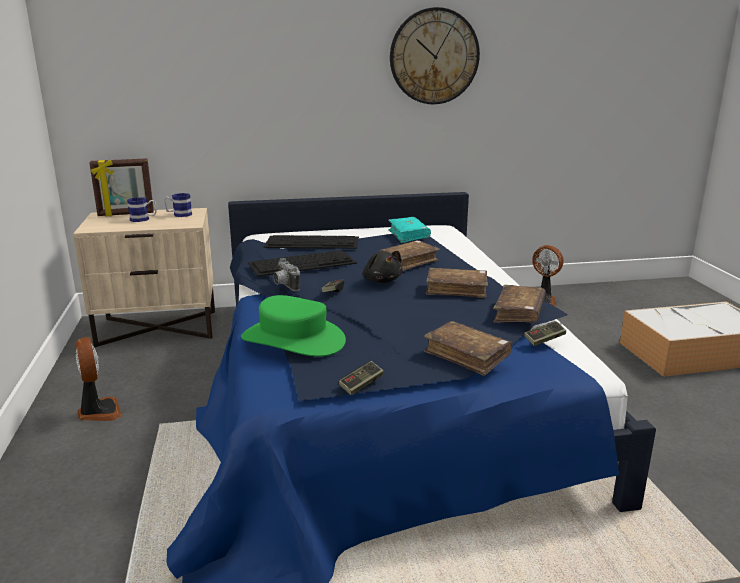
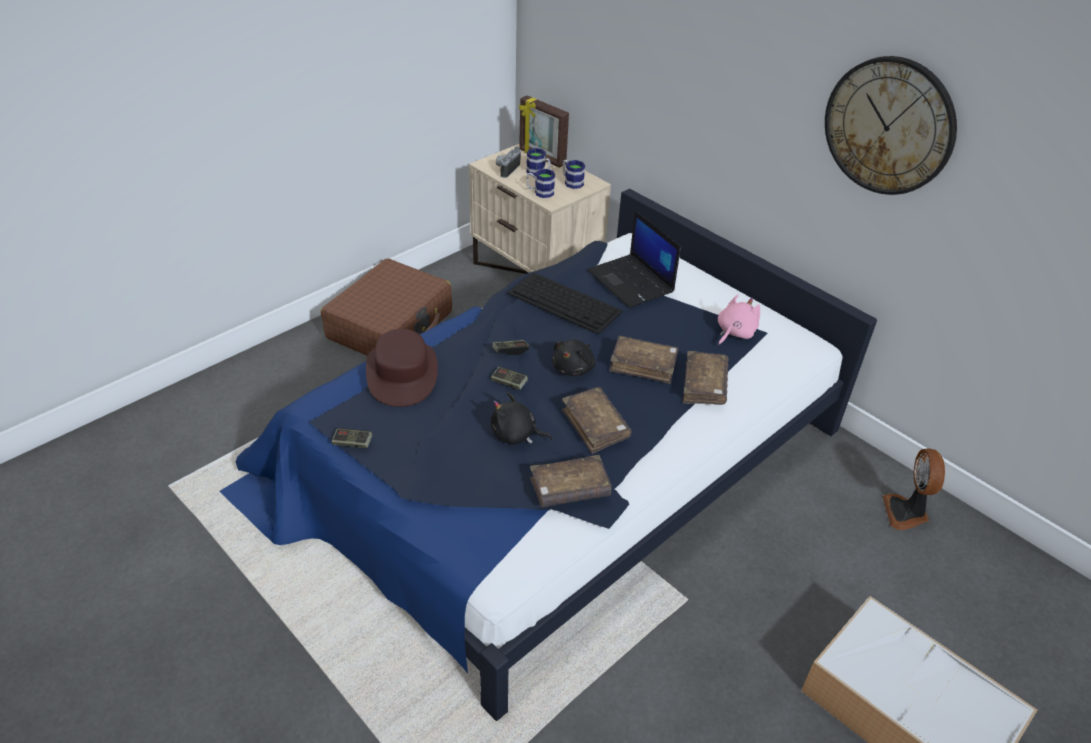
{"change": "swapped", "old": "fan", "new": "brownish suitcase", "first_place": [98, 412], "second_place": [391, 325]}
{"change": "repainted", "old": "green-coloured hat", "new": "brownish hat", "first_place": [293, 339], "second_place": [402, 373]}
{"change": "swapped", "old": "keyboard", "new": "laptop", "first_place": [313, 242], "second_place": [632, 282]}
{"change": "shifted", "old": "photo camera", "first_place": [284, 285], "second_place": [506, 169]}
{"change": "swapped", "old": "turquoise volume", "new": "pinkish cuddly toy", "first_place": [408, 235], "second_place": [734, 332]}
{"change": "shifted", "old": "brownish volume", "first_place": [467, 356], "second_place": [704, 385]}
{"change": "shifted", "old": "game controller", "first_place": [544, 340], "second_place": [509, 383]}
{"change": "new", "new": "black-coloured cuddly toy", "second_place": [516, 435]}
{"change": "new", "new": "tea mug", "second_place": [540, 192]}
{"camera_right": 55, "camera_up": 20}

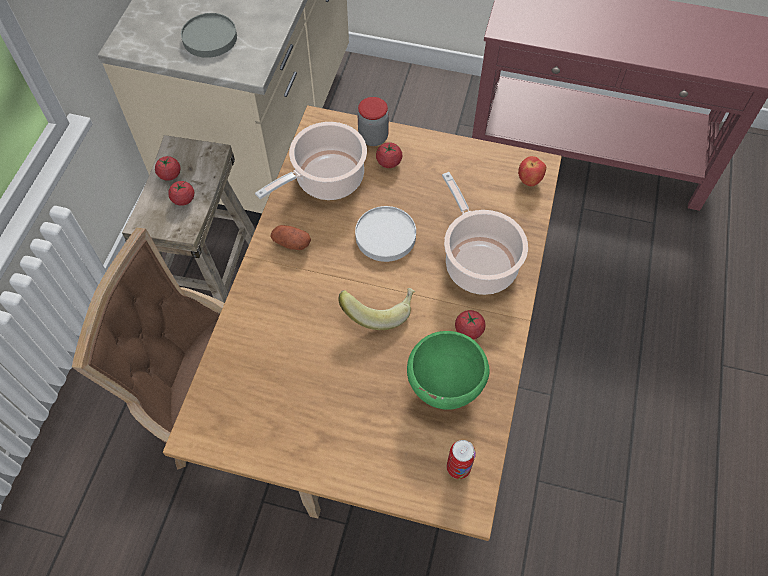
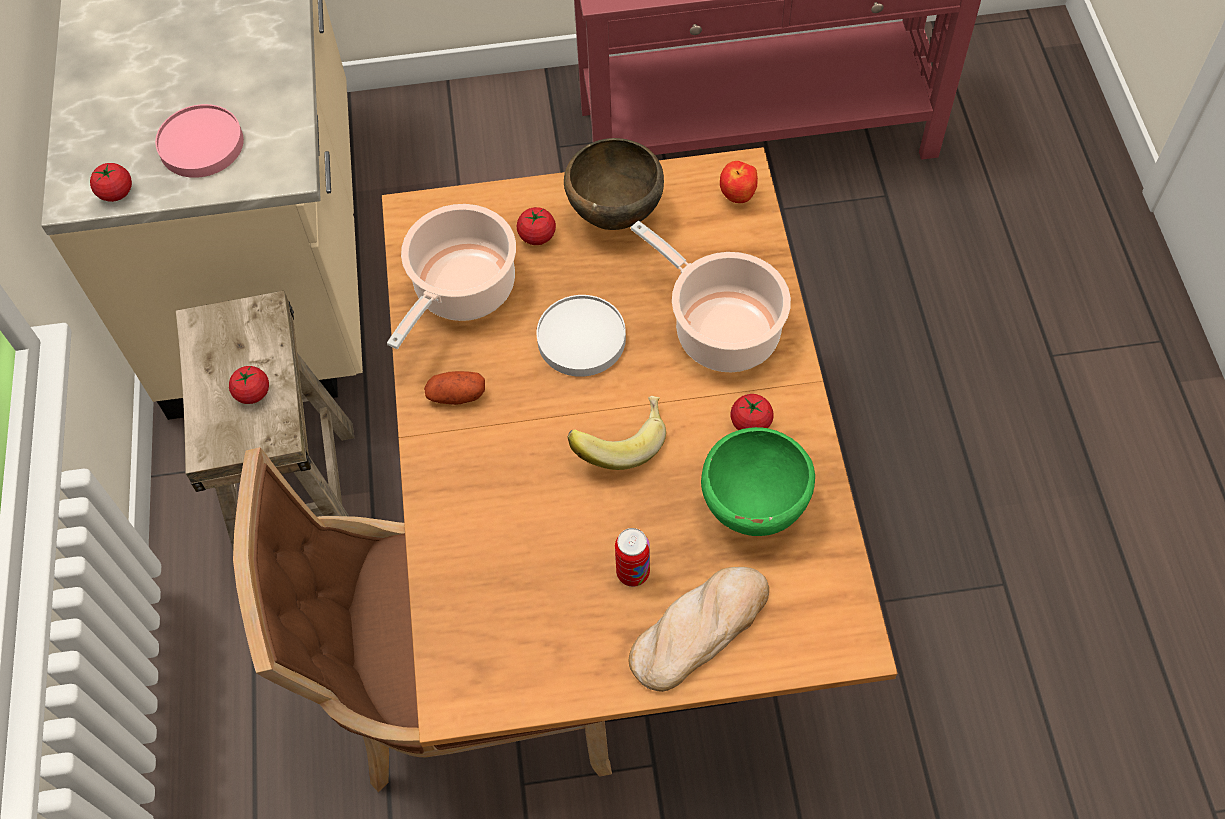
{"change": "shifted", "old": "fresh tomato", "first_place": [170, 175], "second_place": [116, 192]}
{"change": "repainted", "old": "grey dinner plate", "new": "pinkish dinner plate", "first_place": [210, 38], "second_place": [201, 144]}
{"change": "gone", "old": "preserve jar", "first_place": [373, 137]}
{"change": "shifted", "old": "metal can", "first_place": [458, 468], "second_place": [633, 573]}
{"change": "new", "new": "brownish bowl", "second_place": [614, 215]}
{"change": "new", "new": "bread", "second_place": [700, 628]}
{"camera_right": -20, "camera_up": 0}

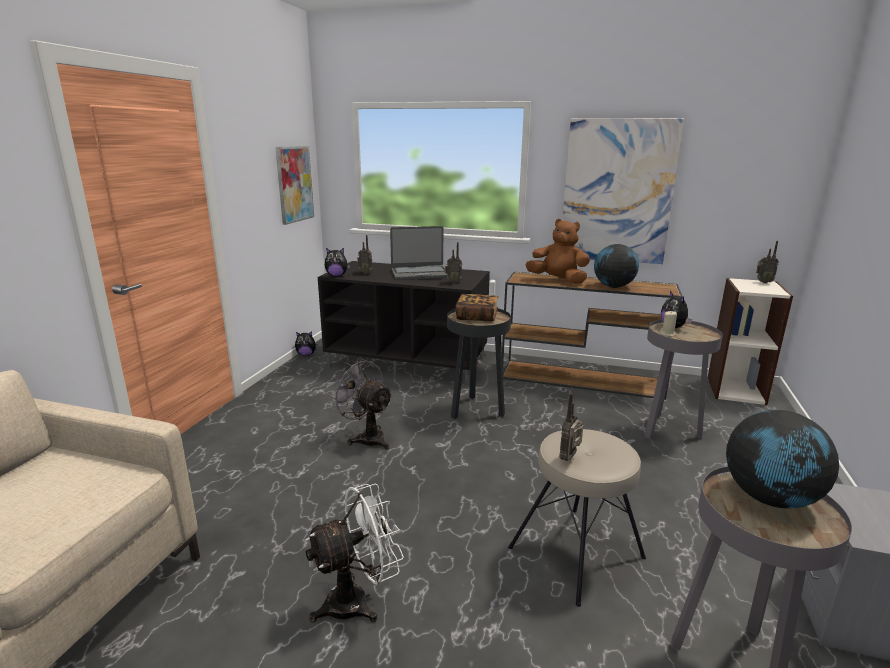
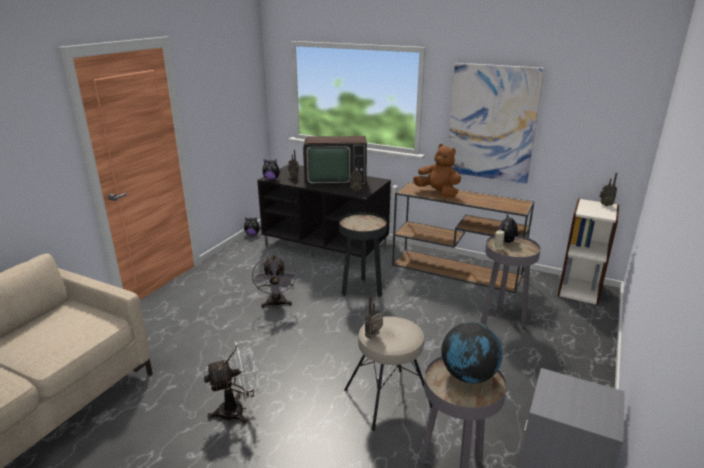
{"change": "gone", "old": "wall picture", "first_place": [294, 184]}
{"change": "rotated", "old": "grey fan", "first_place": [366, 437], "second_place": [276, 304], "degrees": -150}
{"change": "swapped", "old": "laptop", "new": "TV set", "first_place": [420, 274], "second_place": [334, 180]}
{"change": "gone", "old": "volume", "first_place": [477, 317]}
{"change": "gone", "old": "desk globe", "first_place": [613, 286]}
{"camera_right": 10, "camera_up": 5}

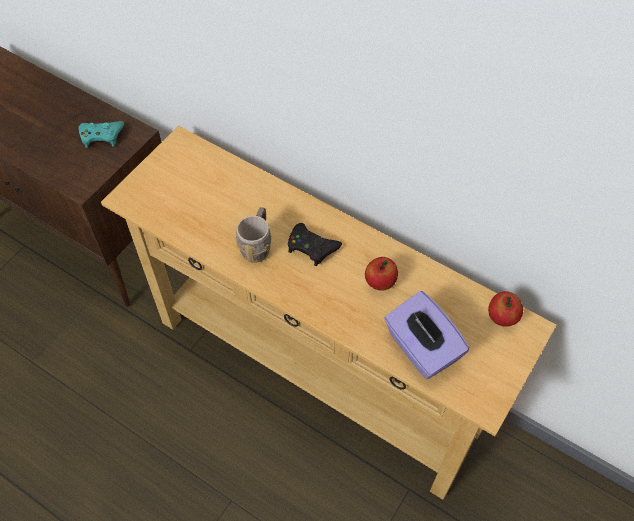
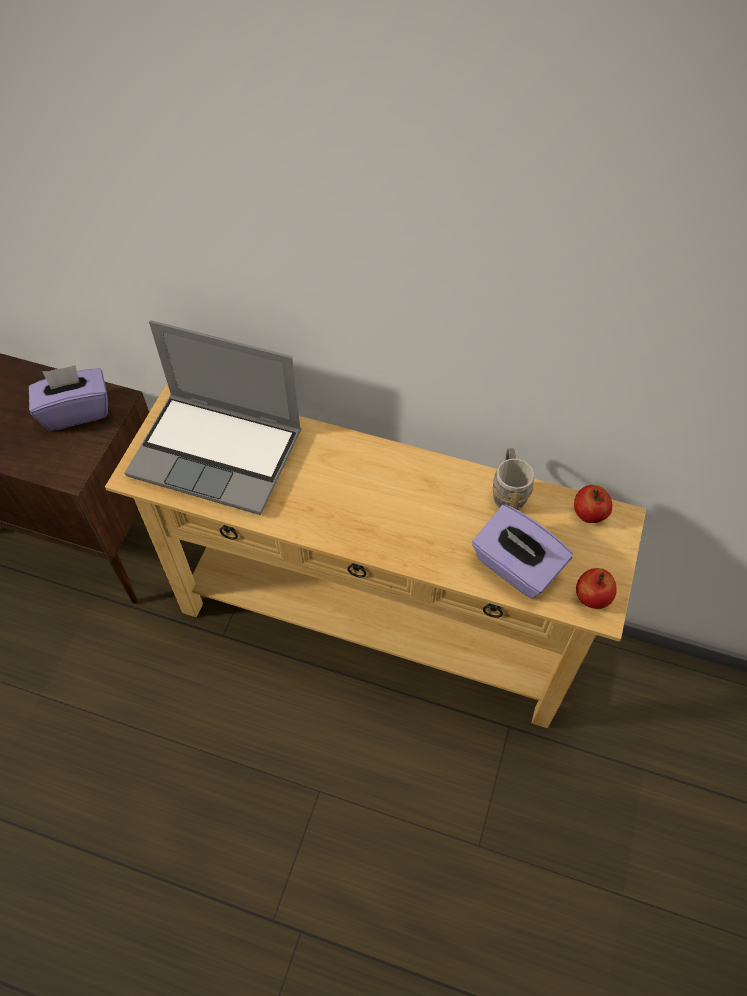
{"change": "swapped", "old": "turquoise game controller", "new": "purple box of tissues", "first_place": [101, 136], "second_place": [76, 411]}
{"change": "shifted", "old": "grey tea mug", "first_place": [257, 245], "second_place": [508, 492]}
{"change": "gone", "old": "black-coloured game controller", "first_place": [311, 247]}
{"change": "shifted", "old": "whole apple", "first_place": [380, 282], "second_place": [592, 598]}
{"change": "new", "new": "laptop", "second_place": [219, 453]}
{"camera_right": -15, "camera_up": 0}

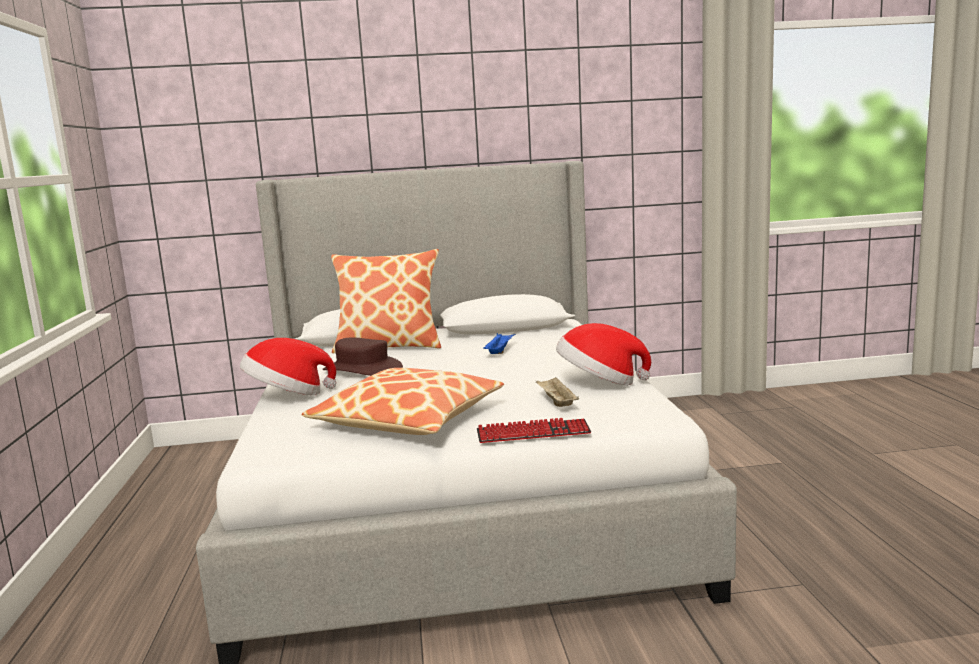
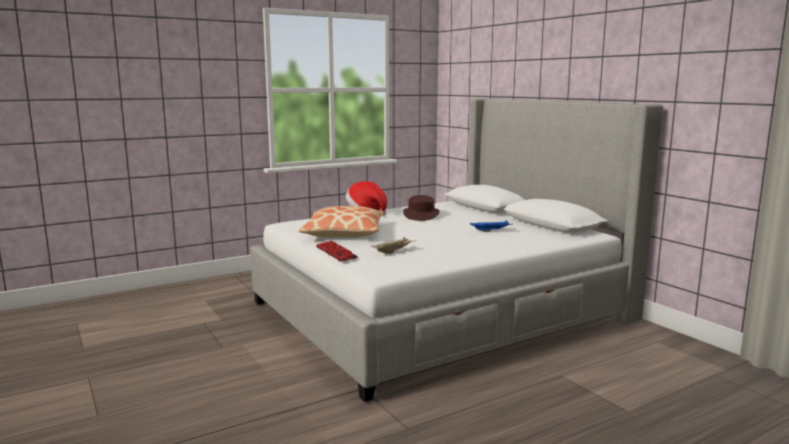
{"change": "gone", "old": "pillow", "first_place": [389, 346]}
{"change": "gone", "old": "hat", "first_place": [600, 383]}
{"camera_right": 65, "camera_up": 0}

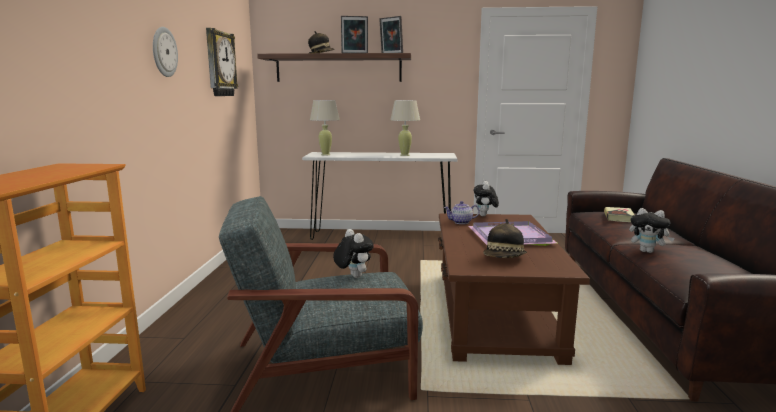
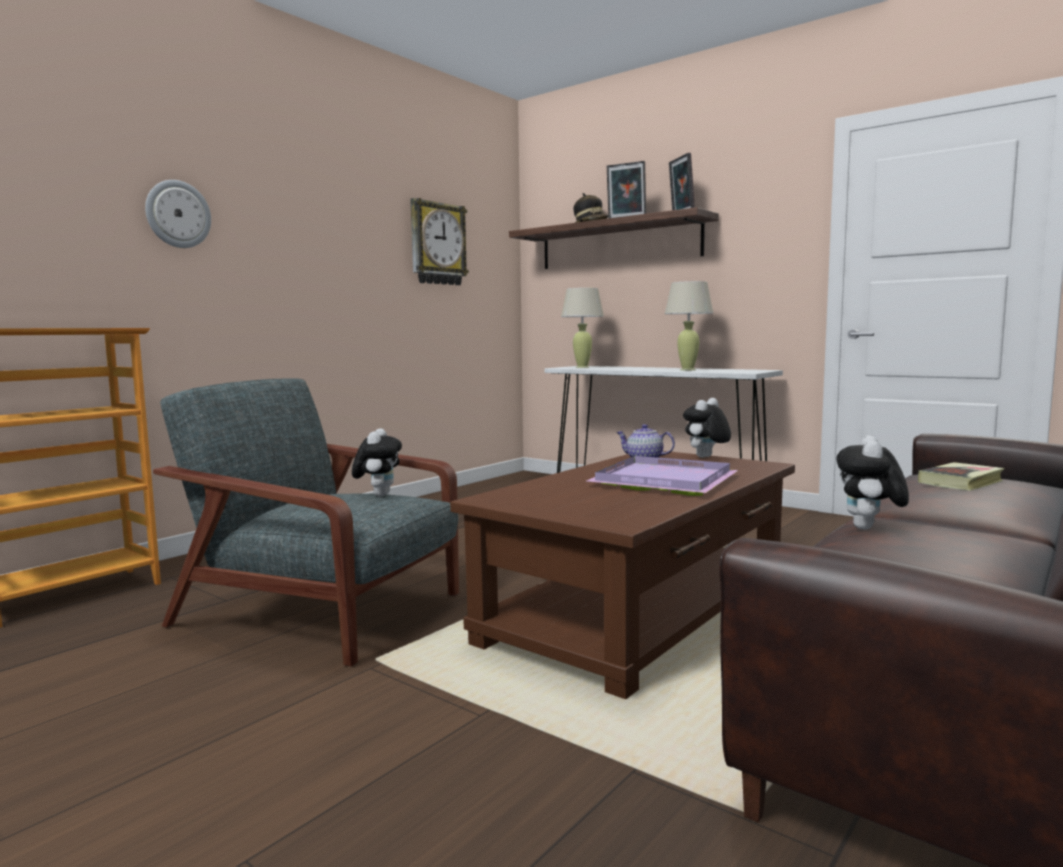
{"change": "shifted", "old": "wall clock", "first_place": [164, 52], "second_place": [178, 214]}
{"change": "gone", "old": "hat", "first_place": [504, 258]}
{"change": "rotated", "old": "cuddly toy", "first_place": [647, 251], "second_place": [869, 528], "degrees": 45}
{"camera_right": 35, "camera_up": -5}

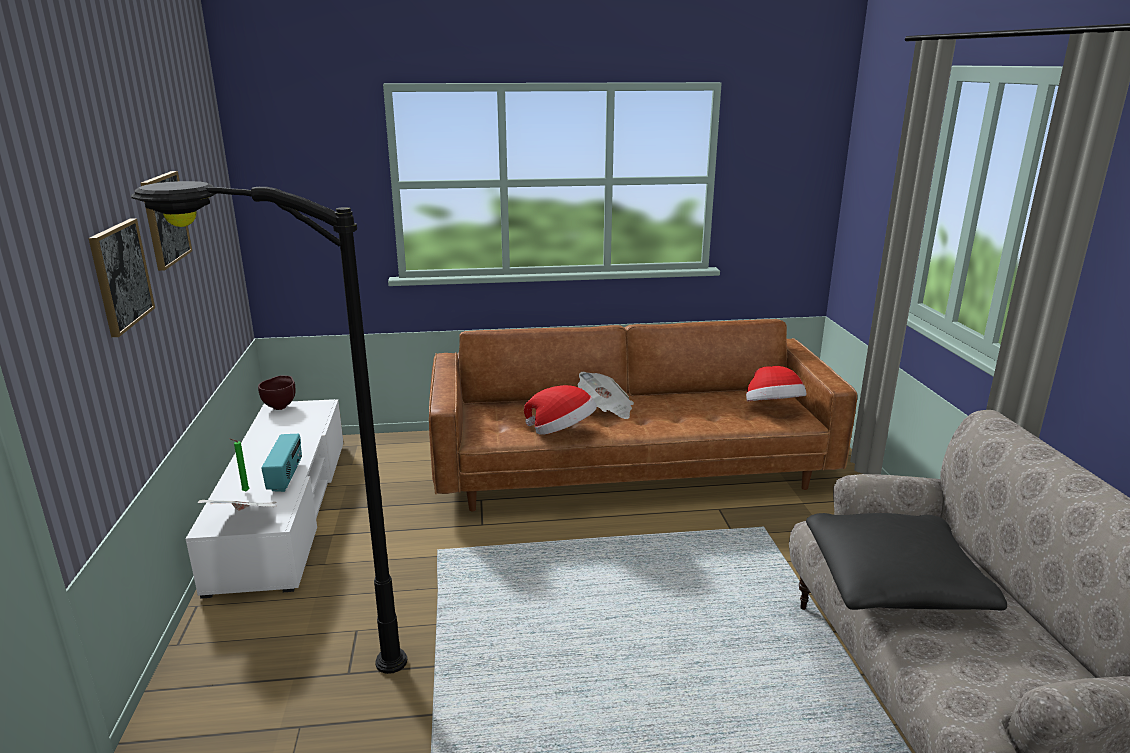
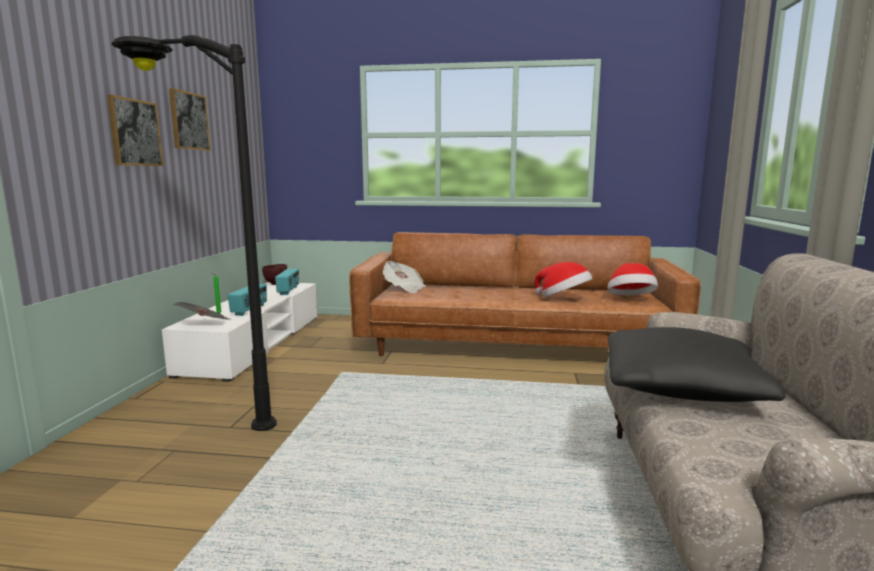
{"change": "shifted", "old": "hat", "first_place": [562, 432], "second_place": [563, 298]}
{"change": "shifted", "old": "printed paper", "first_place": [606, 409], "second_place": [403, 288]}
{"change": "new", "new": "radio set", "second_place": [288, 291]}
{"camera_right": 15, "camera_up": -10}

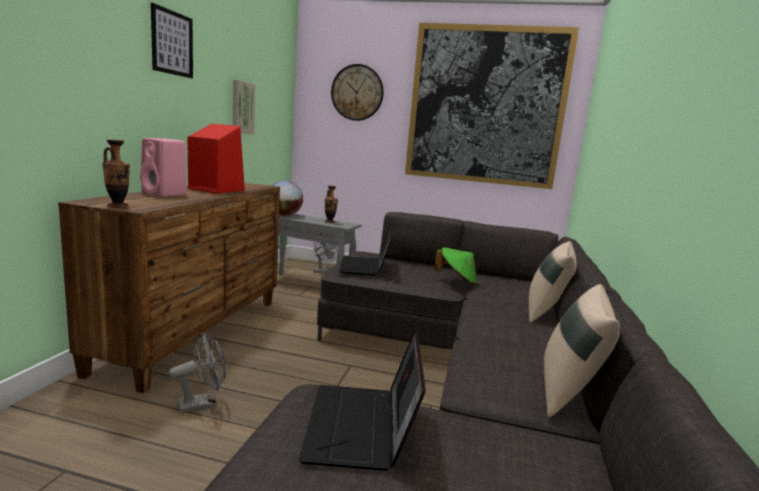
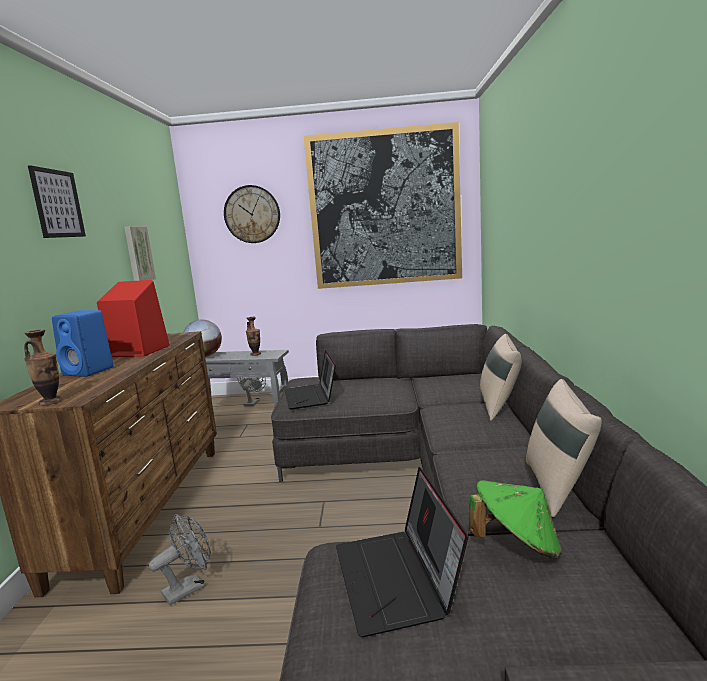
{"change": "repainted", "old": "pinkish speaker", "new": "blue-coloured speaker", "first_place": [165, 194], "second_place": [90, 371]}
{"change": "shifted", "old": "green-coloured hat", "first_place": [456, 281], "second_place": [516, 544]}
{"camera_right": -10, "camera_up": 0}

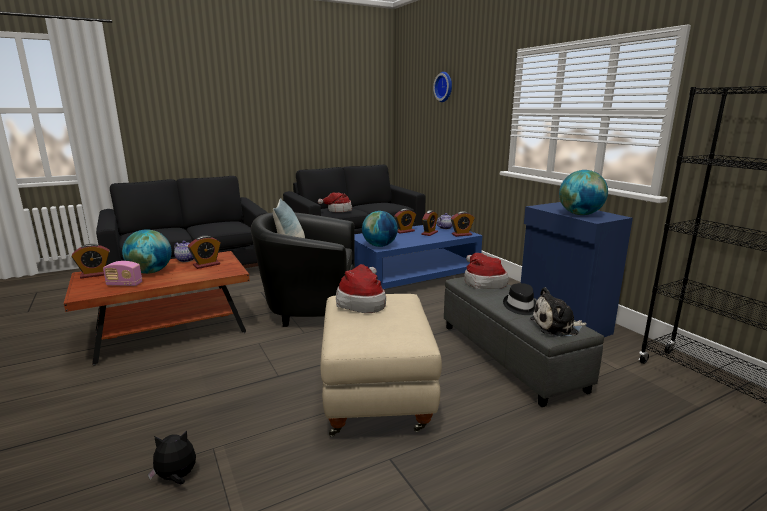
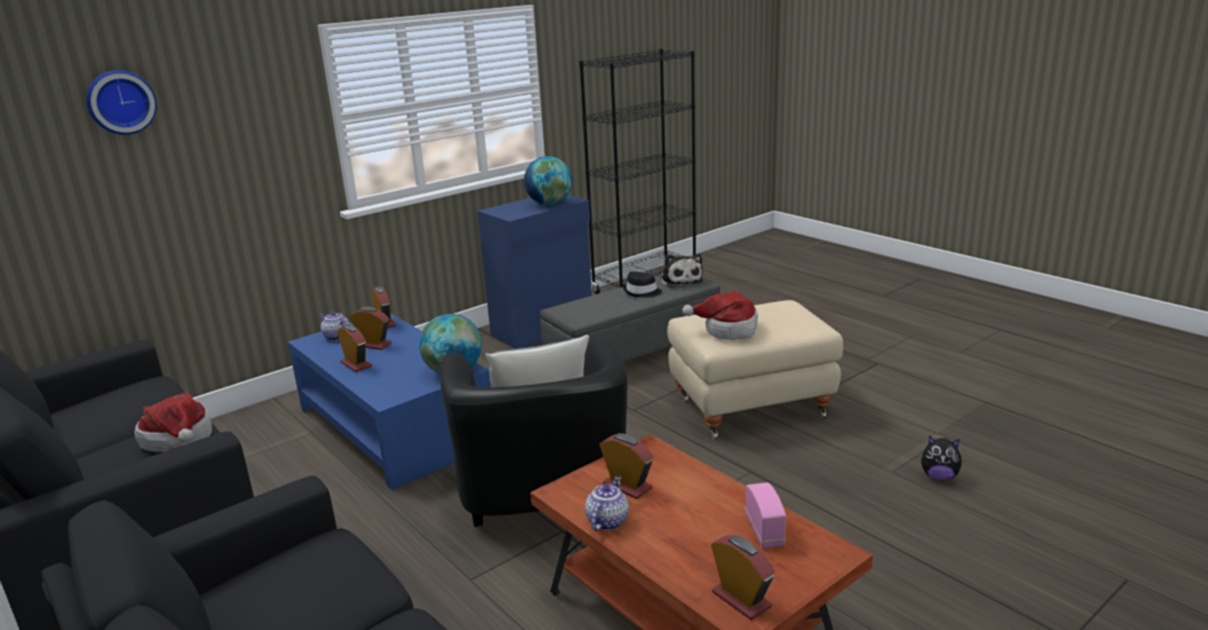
{"change": "gone", "old": "desk globe", "first_place": [150, 272]}
{"change": "rotated", "old": "cuddly toy", "first_place": [176, 478], "second_place": [939, 476], "degrees": -45}
{"change": "gone", "old": "hat", "first_place": [483, 282]}
{"camera_right": -100, "camera_up": 5}

